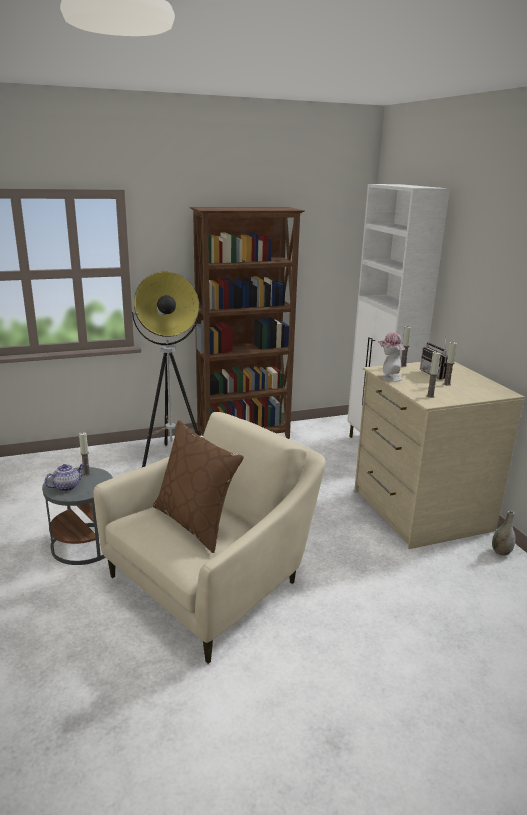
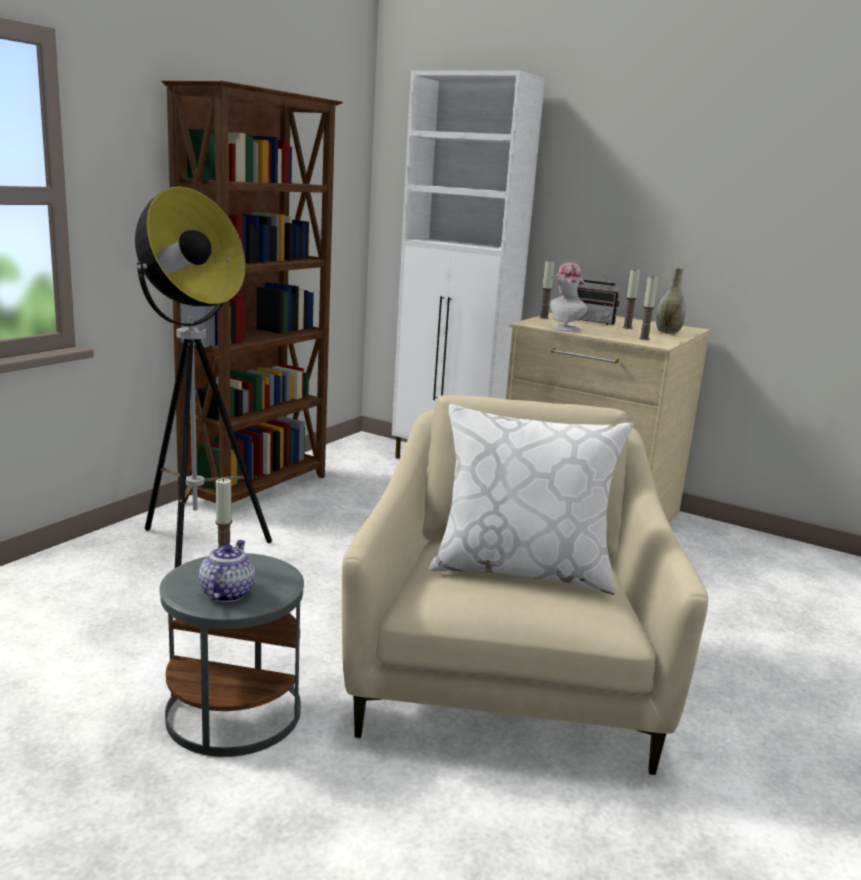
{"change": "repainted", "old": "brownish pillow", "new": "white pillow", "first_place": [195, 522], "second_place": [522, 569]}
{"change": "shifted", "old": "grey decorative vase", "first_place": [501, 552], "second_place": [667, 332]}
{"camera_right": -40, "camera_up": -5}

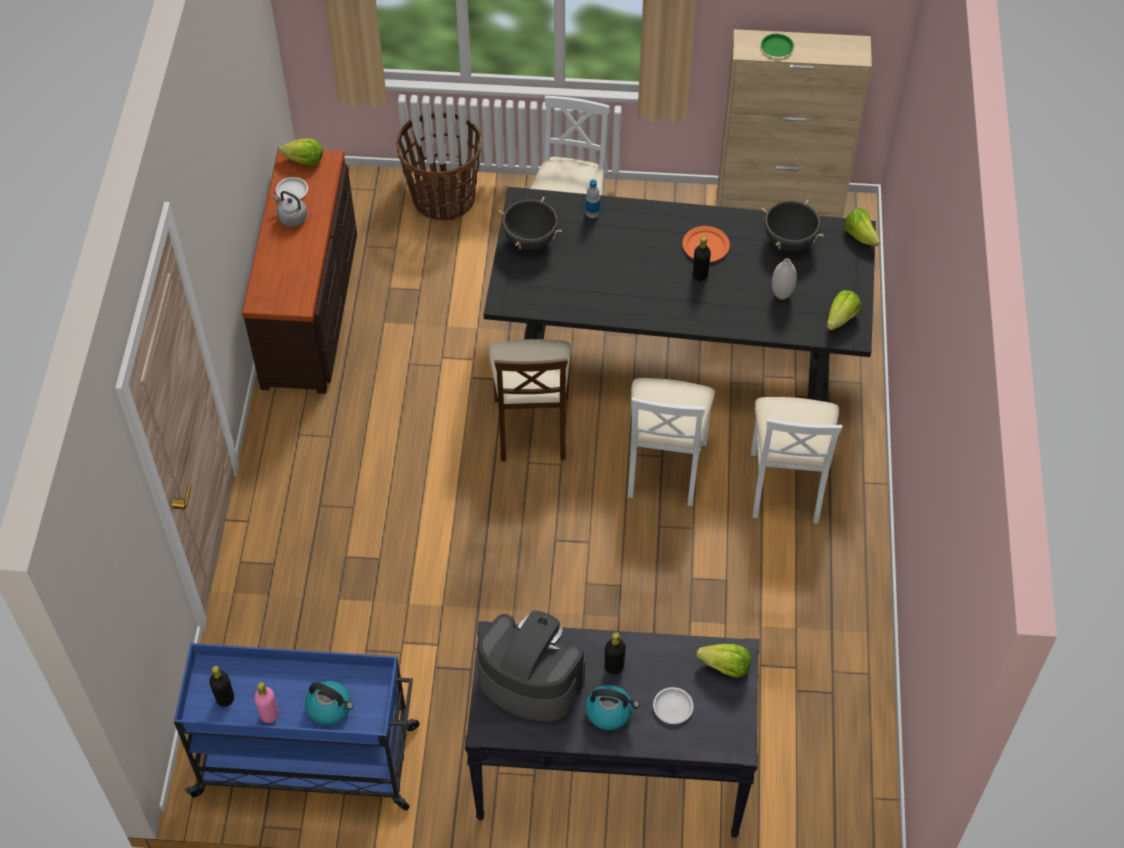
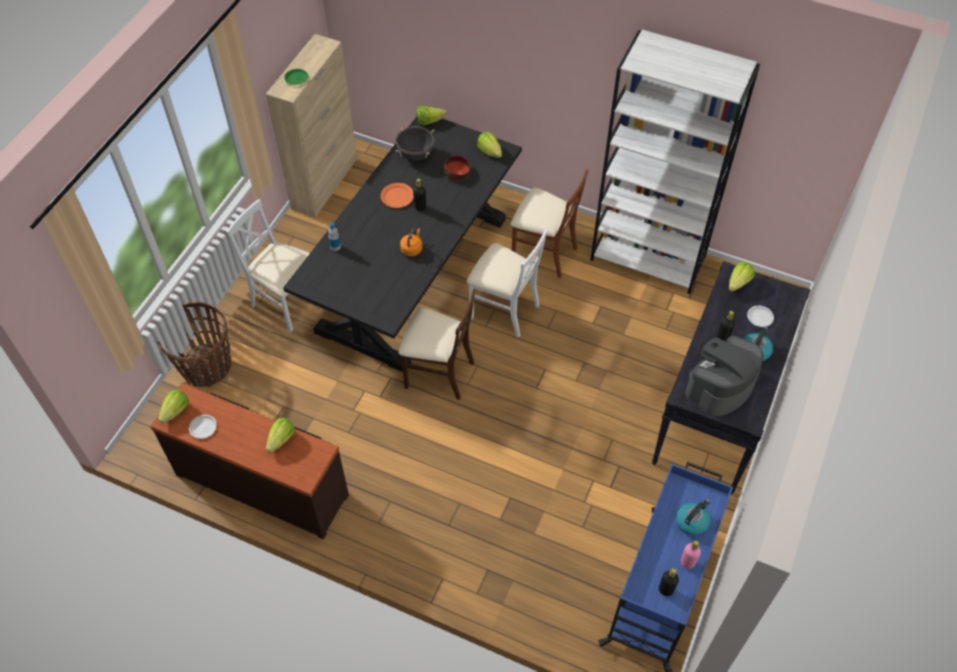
{"change": "gone", "old": "grey tea kettle", "first_place": [291, 217]}
{"change": "gone", "old": "black-coloured cooking pot", "first_place": [530, 240]}
{"change": "repainted", "old": "white chair", "new": "brownish chair", "first_place": [786, 485], "second_place": [543, 253]}
{"change": "swapped", "old": "white decorative vase", "new": "bowl", "first_place": [781, 295], "second_place": [457, 173]}
{"change": "new", "new": "head of lettuce", "second_place": [282, 440]}
{"change": "new", "new": "orange tea kettle", "second_place": [412, 249]}
{"change": "new", "new": "white bookcase", "second_place": [649, 258]}
{"camera_right": -70, "camera_up": 0}

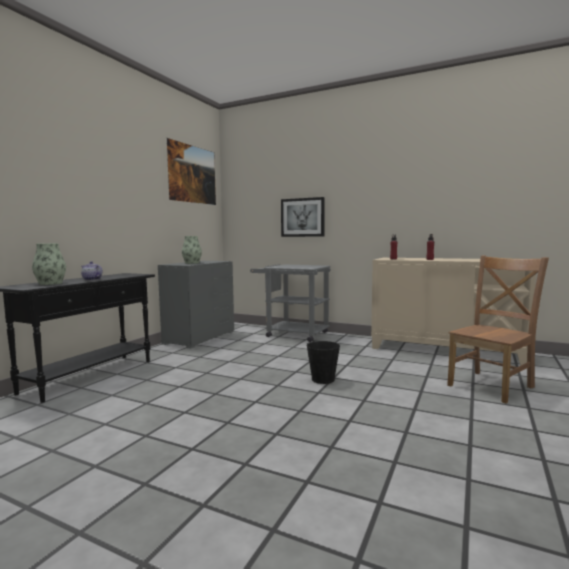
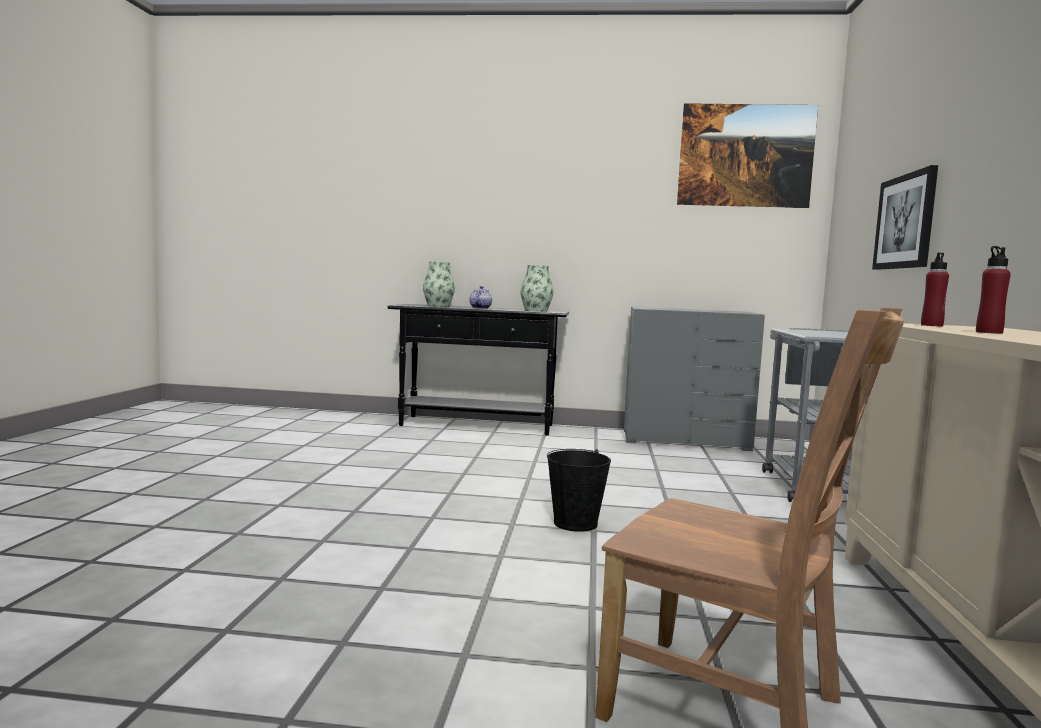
{"change": "shifted", "old": "decorative vase", "first_place": [192, 263], "second_place": [536, 311]}
{"camera_right": 70, "camera_up": 0}

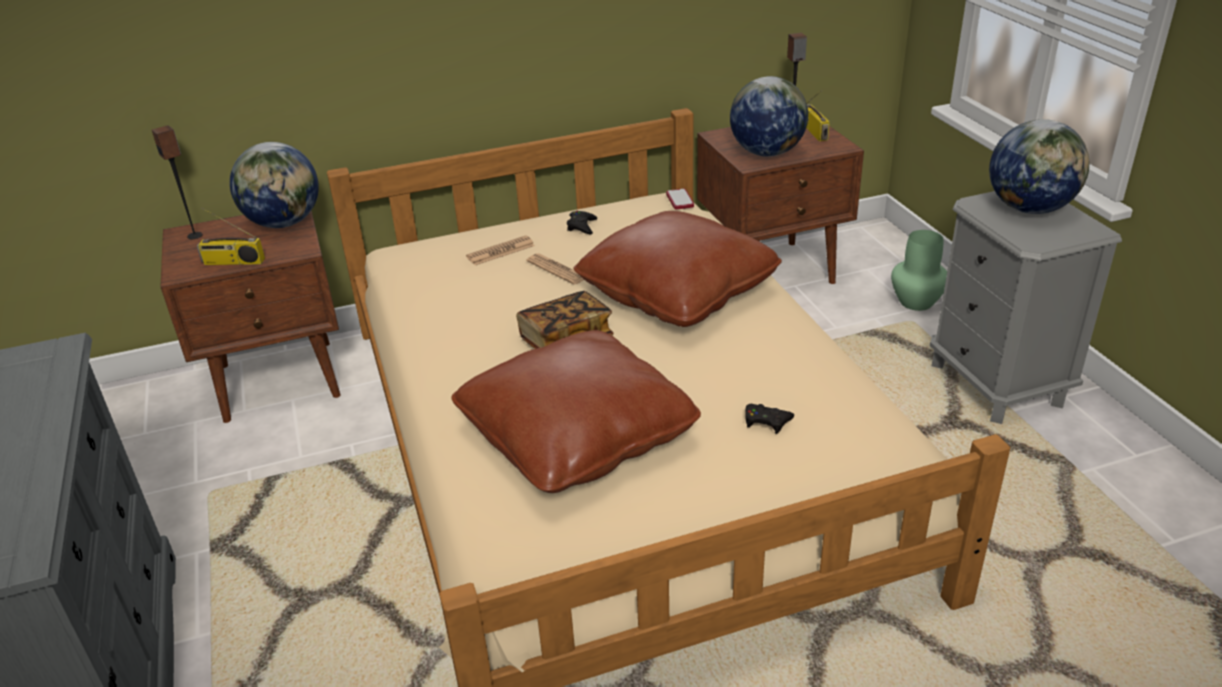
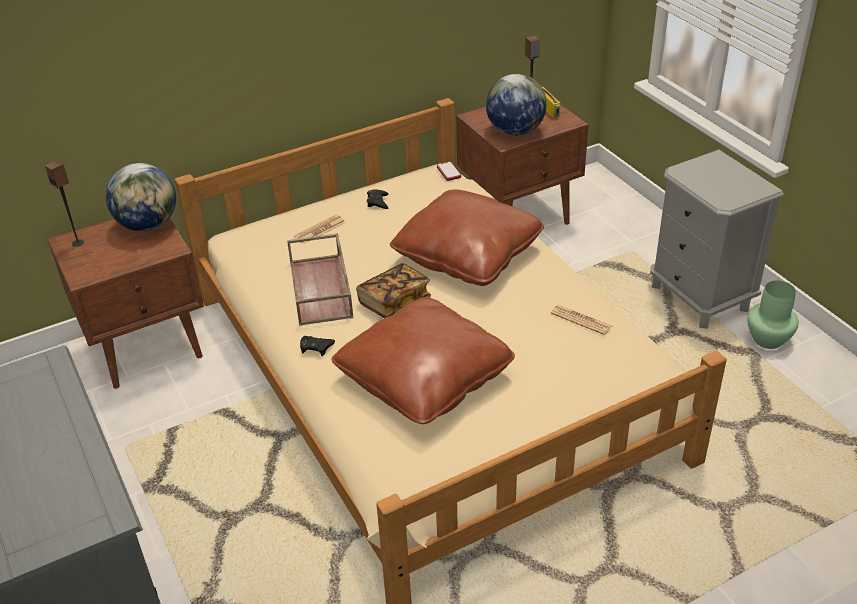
{"change": "gone", "old": "radio set", "first_place": [233, 262]}
{"change": "shifted", "old": "printed paper", "first_place": [557, 270], "second_place": [581, 320]}
{"change": "shifted", "old": "black-coloured game controller", "first_place": [766, 421], "second_place": [316, 347]}
{"change": "shifted", "old": "green-coloured decorative vase", "first_place": [915, 302], "second_place": [767, 339]}
{"change": "gone", "old": "desk globe", "first_place": [1029, 208]}
{"change": "new", "new": "brownish tray", "second_place": [322, 289]}
{"camera_right": -10, "camera_up": 5}

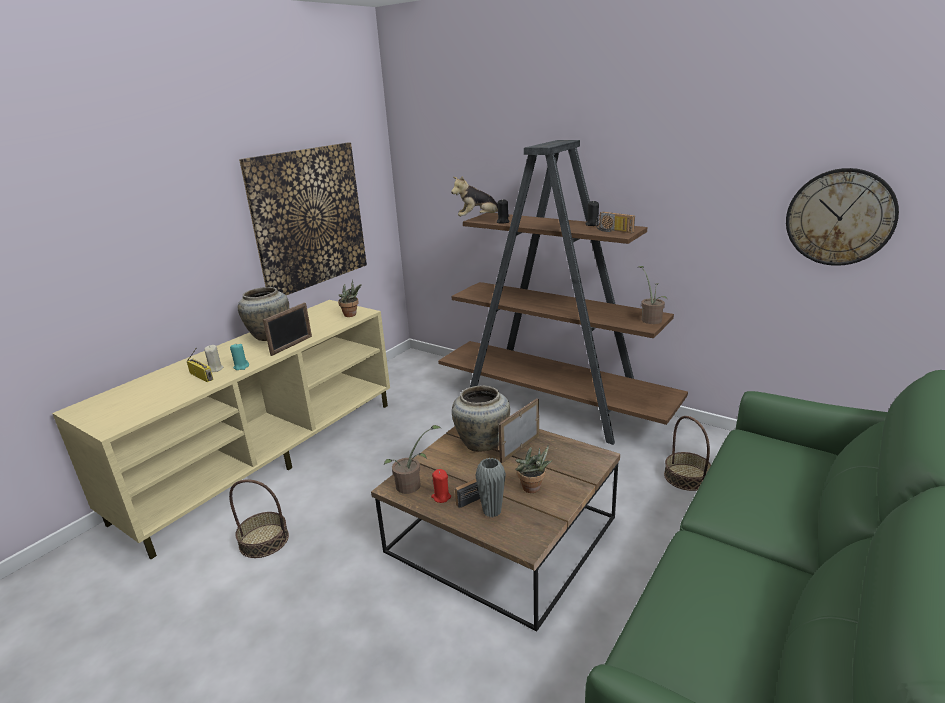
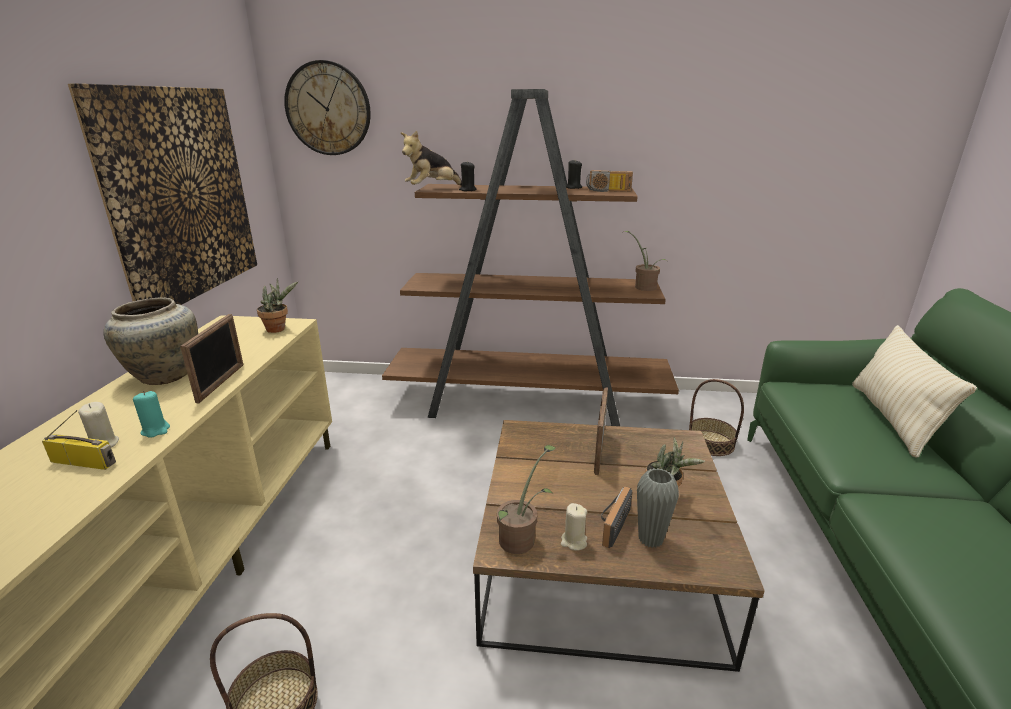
{"change": "repainted", "old": "red wax candle", "new": "beige wax candle", "first_place": [441, 497], "second_place": [573, 541]}
{"change": "gone", "old": "beige decorative vase", "first_place": [482, 442]}
{"change": "shifted", "old": "wall clock", "first_place": [840, 217], "second_place": [328, 109]}
{"change": "new", "new": "beige pillow", "second_place": [892, 418]}
{"camera_right": -30, "camera_up": 0}

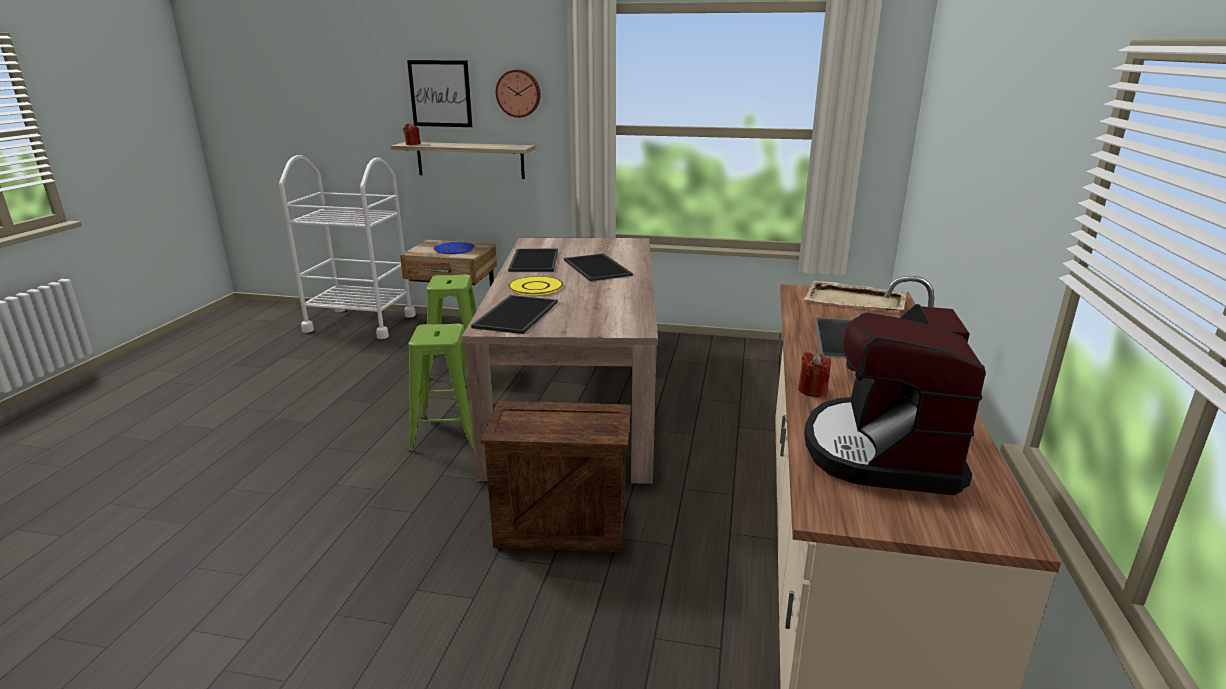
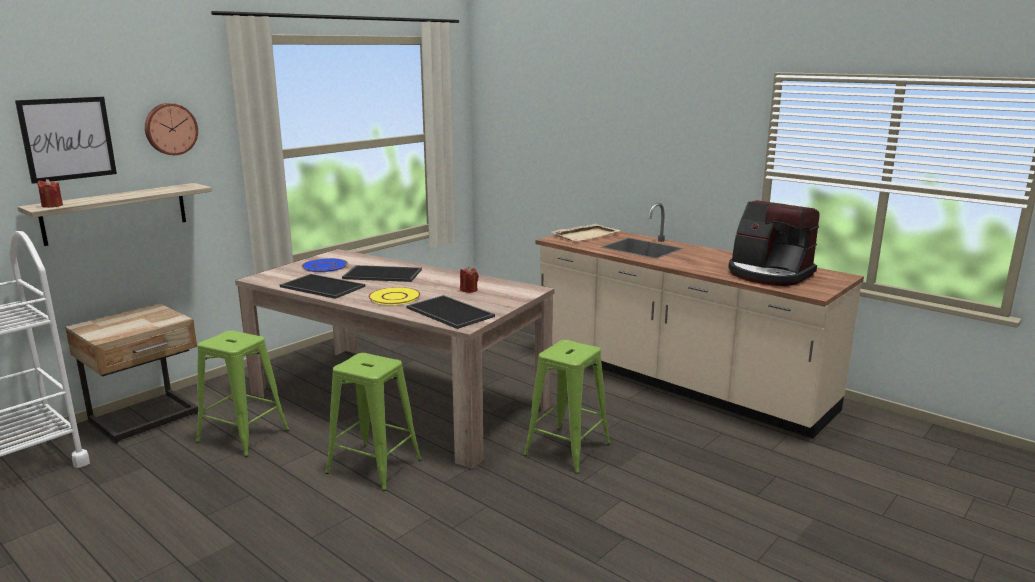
{"change": "shifted", "old": "blue-coloured dinner plate", "first_place": [454, 249], "second_place": [324, 266]}
{"change": "swapped", "old": "shipping crate", "new": "green-coloured sitting stool", "first_place": [560, 526], "second_place": [568, 449]}
{"change": "shifted", "old": "red wax candle", "first_place": [812, 390], "second_place": [469, 290]}
{"camera_right": -60, "camera_up": -5}

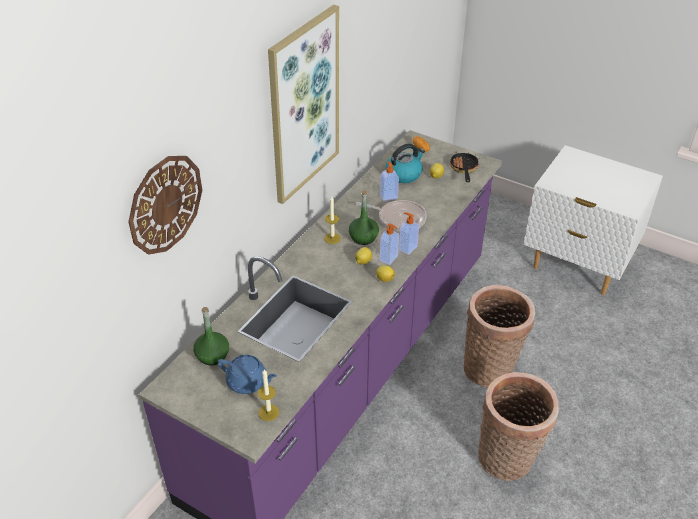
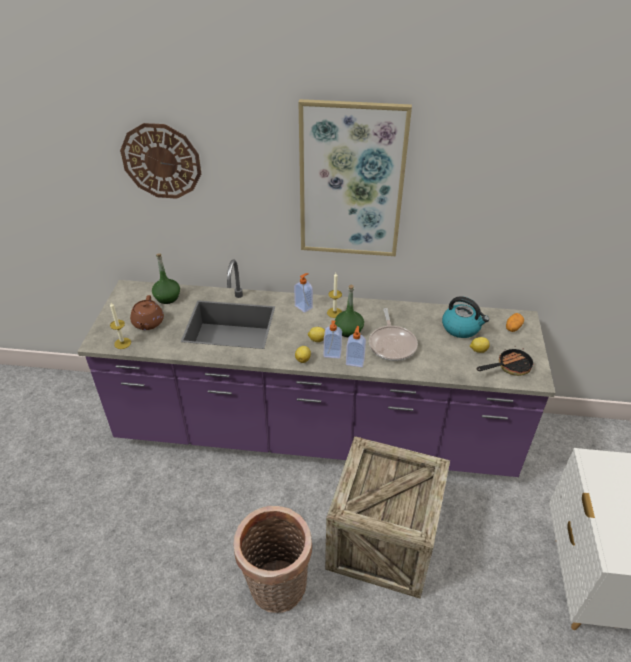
{"change": "repainted", "old": "blue-coloured tea pot", "new": "brownish tea pot", "first_place": [248, 382], "second_place": [148, 323]}
{"change": "shifted", "old": "soap bottle", "first_place": [388, 196], "second_place": [304, 306]}
{"change": "swapped", "old": "household basket", "new": "shipping crate", "first_place": [491, 368], "second_place": [383, 541]}
{"camera_right": 65, "camera_up": 0}

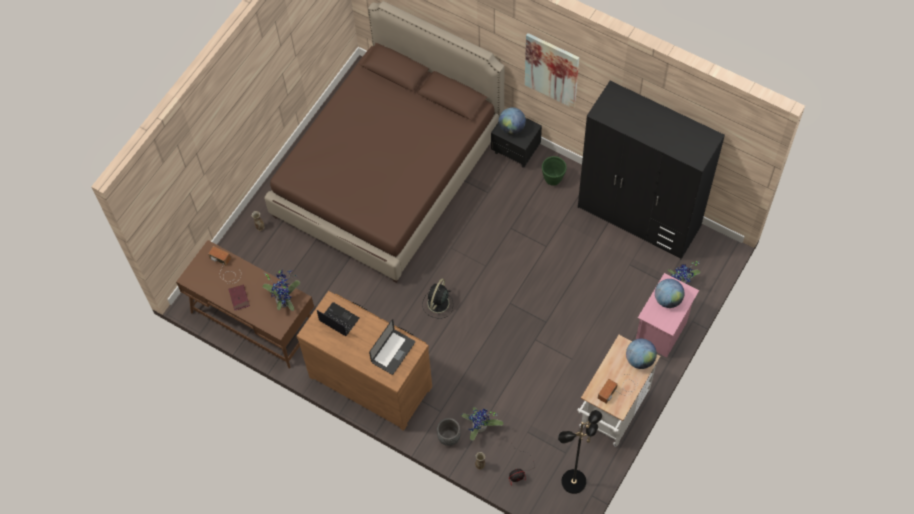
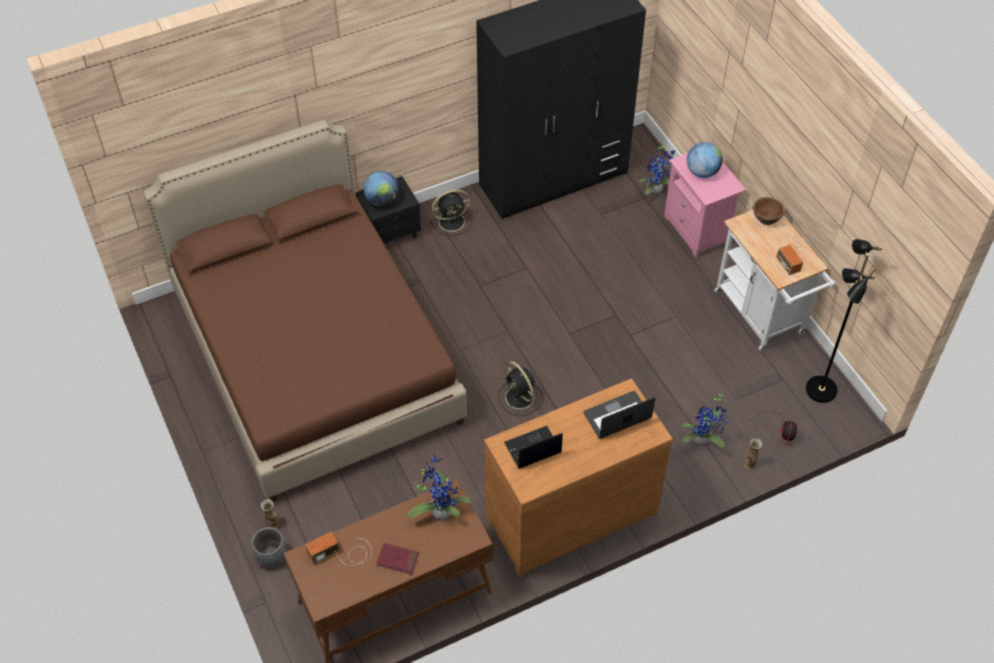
{"change": "rotated", "old": "laptop", "first_place": [393, 352], "second_place": [617, 416], "degrees": -90}
{"change": "shifted", "old": "grey plant pot", "first_place": [449, 437], "second_place": [271, 557]}
{"change": "gone", "old": "wall picture", "first_place": [551, 70]}
{"change": "swapped", "old": "green-coloured plant pot", "new": "black-coloured fan", "first_place": [553, 179], "second_place": [452, 221]}
{"change": "swapped", "old": "desk globe", "new": "brownish bowl", "first_place": [640, 359], "second_place": [766, 219]}
{"camera_right": -60, "camera_up": -10}

